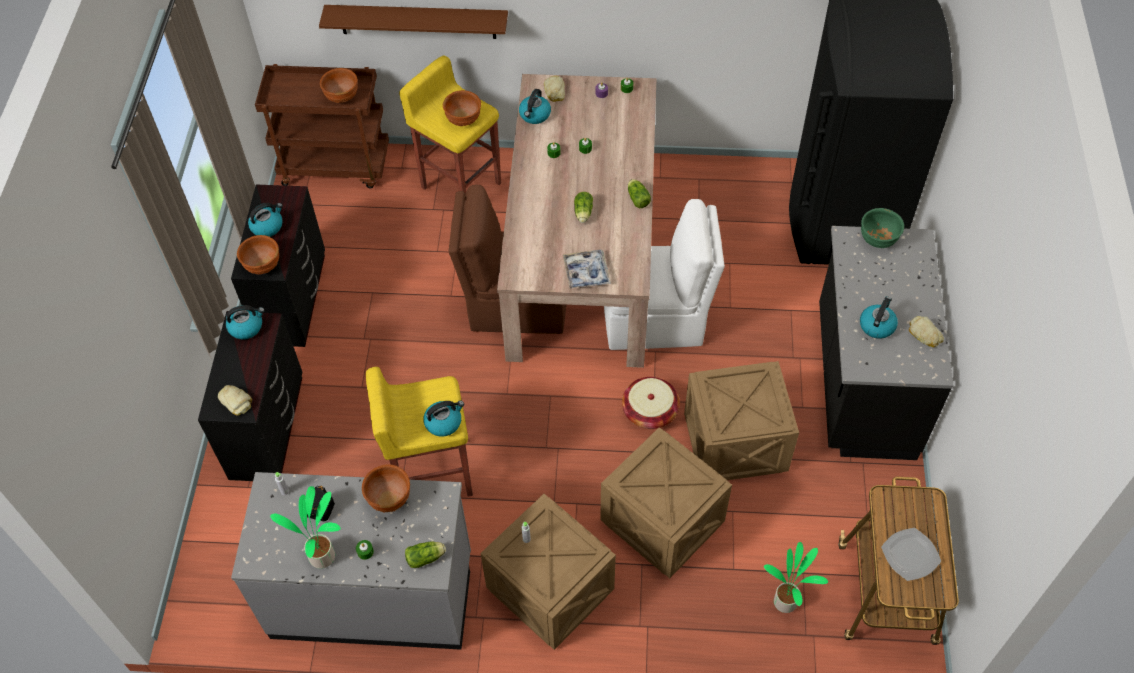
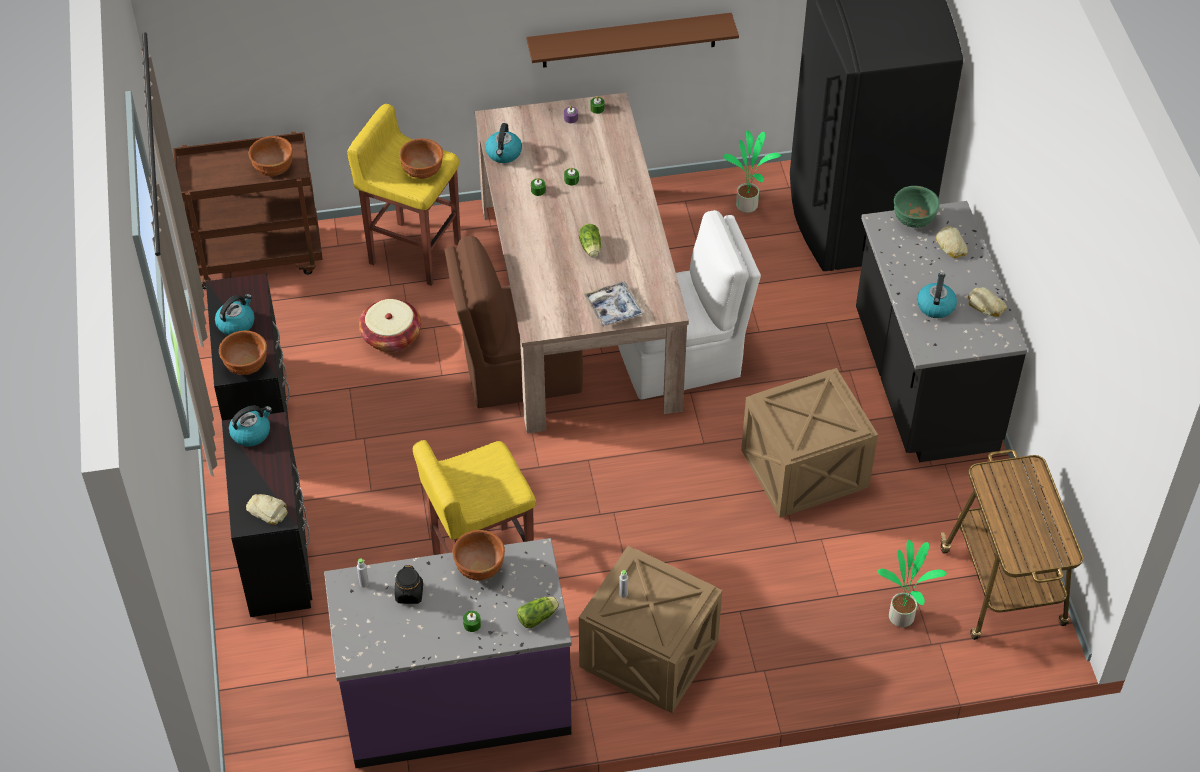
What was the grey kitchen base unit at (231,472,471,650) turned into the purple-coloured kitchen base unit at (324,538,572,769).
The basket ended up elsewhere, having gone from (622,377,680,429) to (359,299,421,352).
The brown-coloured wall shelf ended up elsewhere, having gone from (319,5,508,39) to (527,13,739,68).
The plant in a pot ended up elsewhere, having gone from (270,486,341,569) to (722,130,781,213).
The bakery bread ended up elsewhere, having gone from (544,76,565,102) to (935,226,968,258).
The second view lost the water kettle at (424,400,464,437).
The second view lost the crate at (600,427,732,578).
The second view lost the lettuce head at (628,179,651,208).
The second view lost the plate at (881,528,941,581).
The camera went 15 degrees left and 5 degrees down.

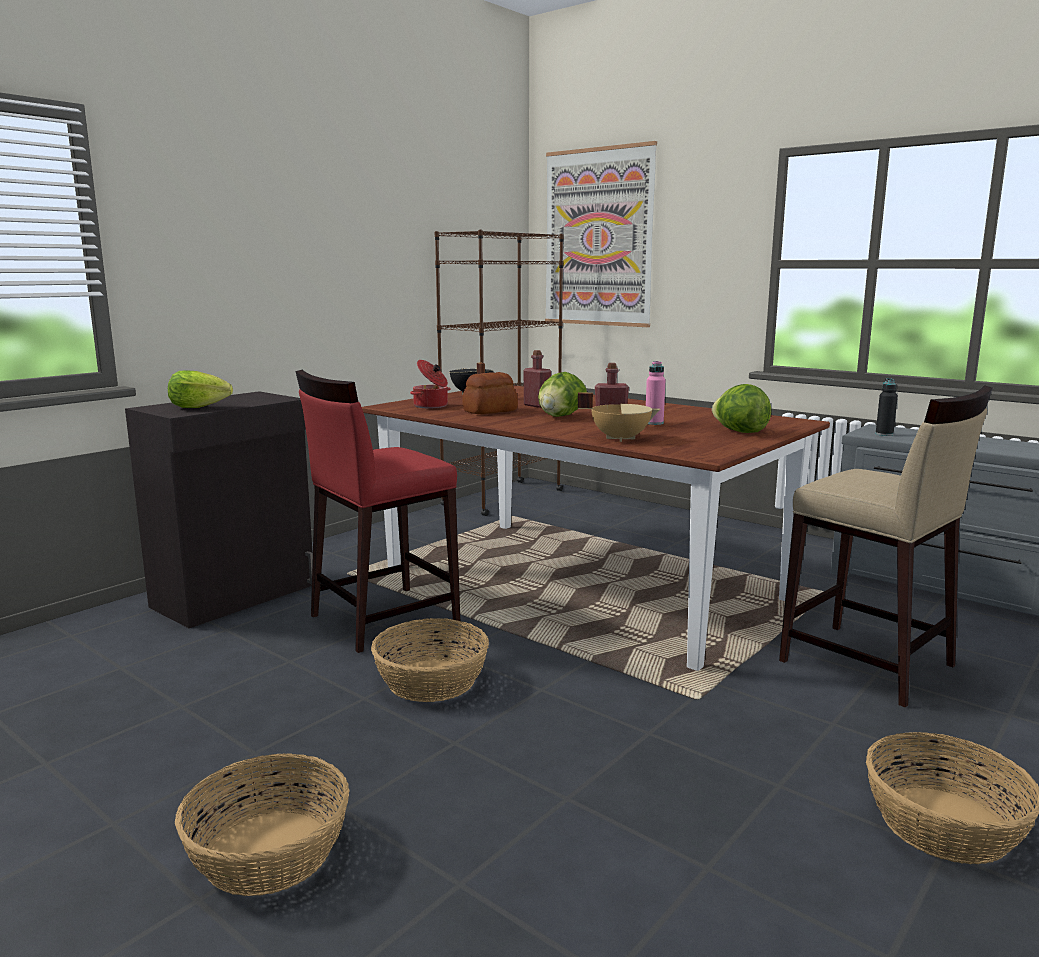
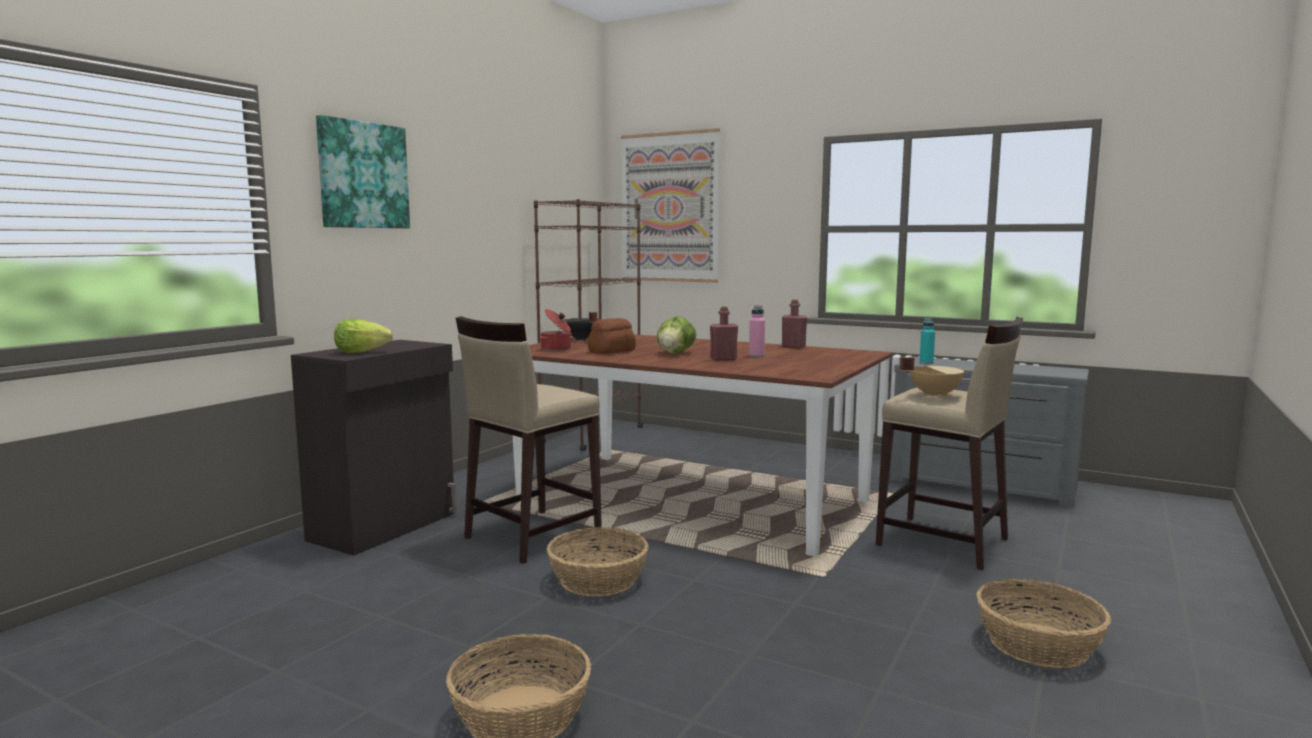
The second view gained the wall art at (316,115,410,228).
What was the red-coloured stool at (296,370,460,653) turned into the sand-coloured stool at (456,316,602,564).
The red-coloured beverage bottle ended up elsewhere, having gone from (523,350,551,408) to (782,300,807,348).
The sand-coloured saucepot ended up elsewhere, having gone from (578,392,661,442) to (899,357,968,398).
What was the black-coloured beverage bottle at (876,378,898,436) turned into the turquoise beverage bottle at (919,318,935,364).
The second view lost the lettuce head at (712,384,771,433).
The camera went 10 degrees left and 5 degrees down.

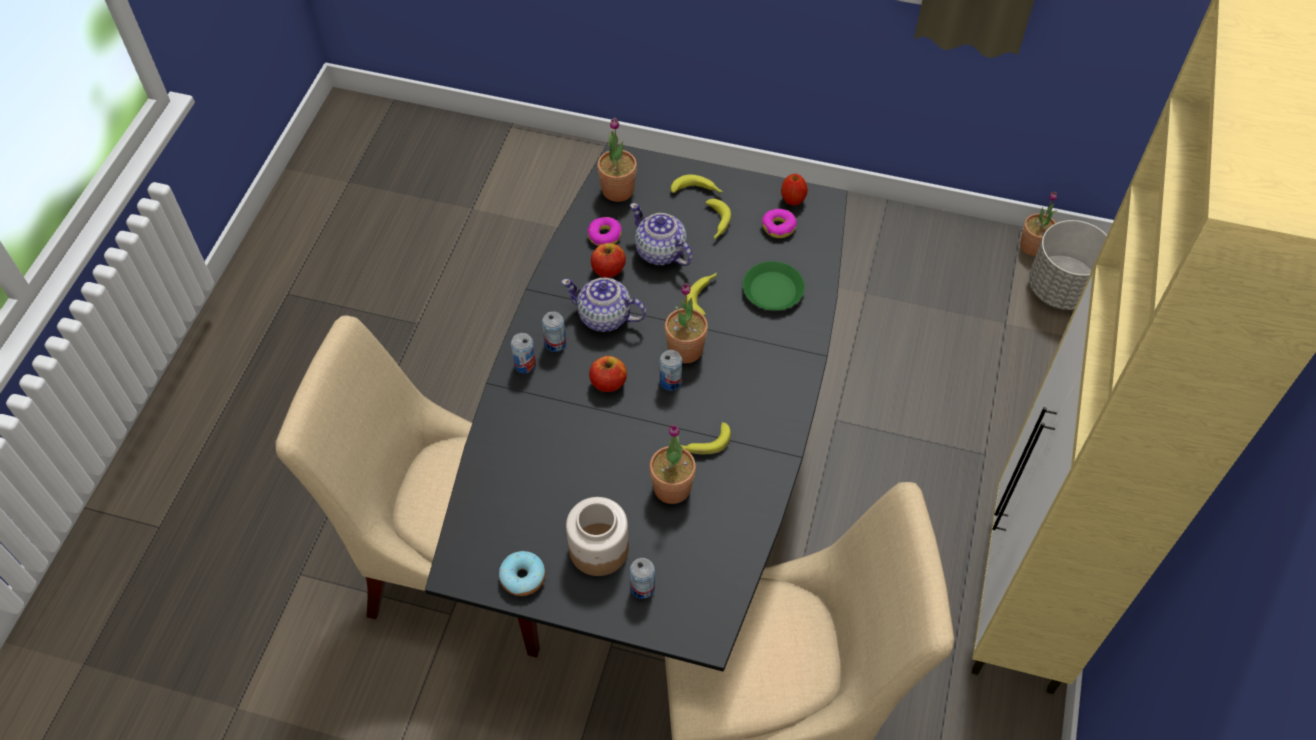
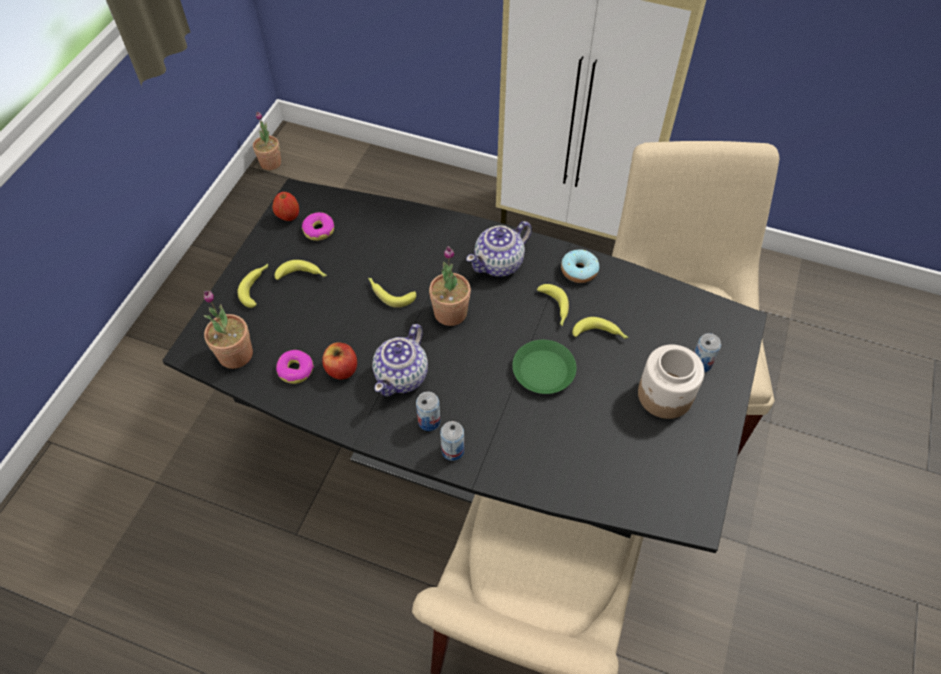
The tea pot ended up elsewhere, having gone from (630,203,693,266) to (466,221,532,277).
The green-coloured plate ended up elsewhere, having gone from (743,261,805,311) to (512,340,576,394).
The doughnut ended up elsewhere, having gone from (499,551,546,596) to (561,250,599,283).
Where the plant in a pot stood at (649,425,696,504), the whole banana came to stand at (572,317,629,339).
The second view lost the whole apple at (589,356,627,392).
The second view lost the can at (660,350,682,390).
The second view lost the grey flower pot at (1029,220,1107,310).
The camera went 85 degrees left and 0 degrees up.

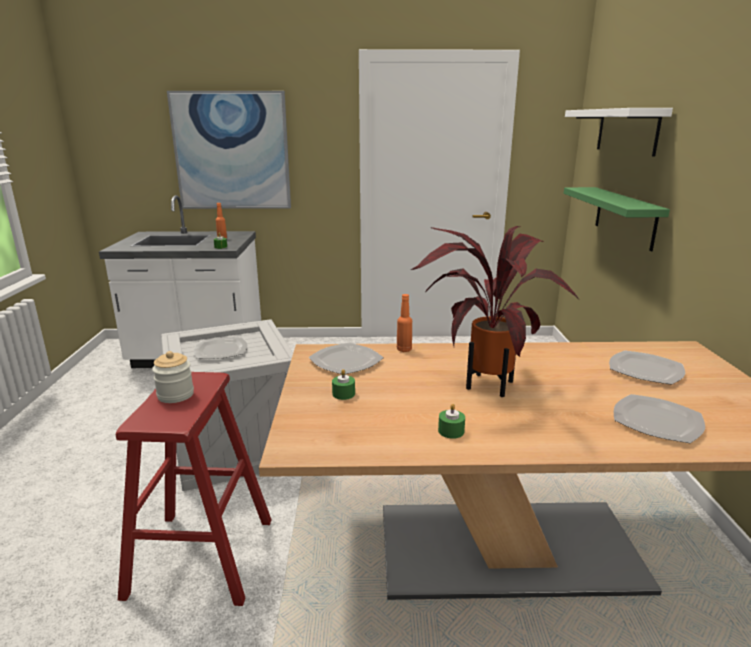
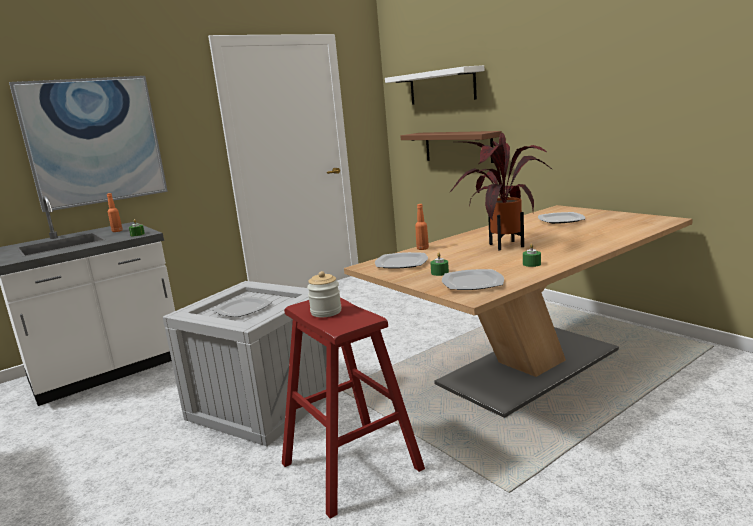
What was the green-coloured wall shelf at (564,187,670,251) turned into the brown-coloured wall shelf at (400,131,502,163).
The plate ended up elsewhere, having gone from (614,394,705,443) to (442,269,504,290).
The camera went 35 degrees left and 5 degrees down.

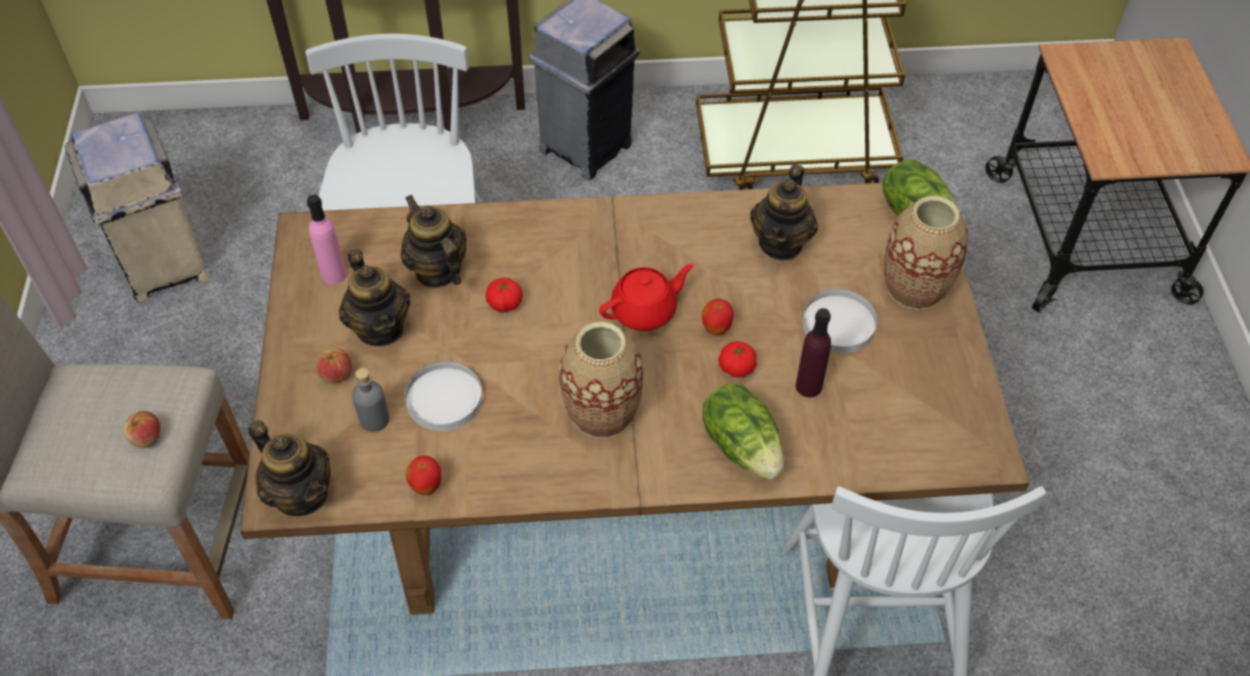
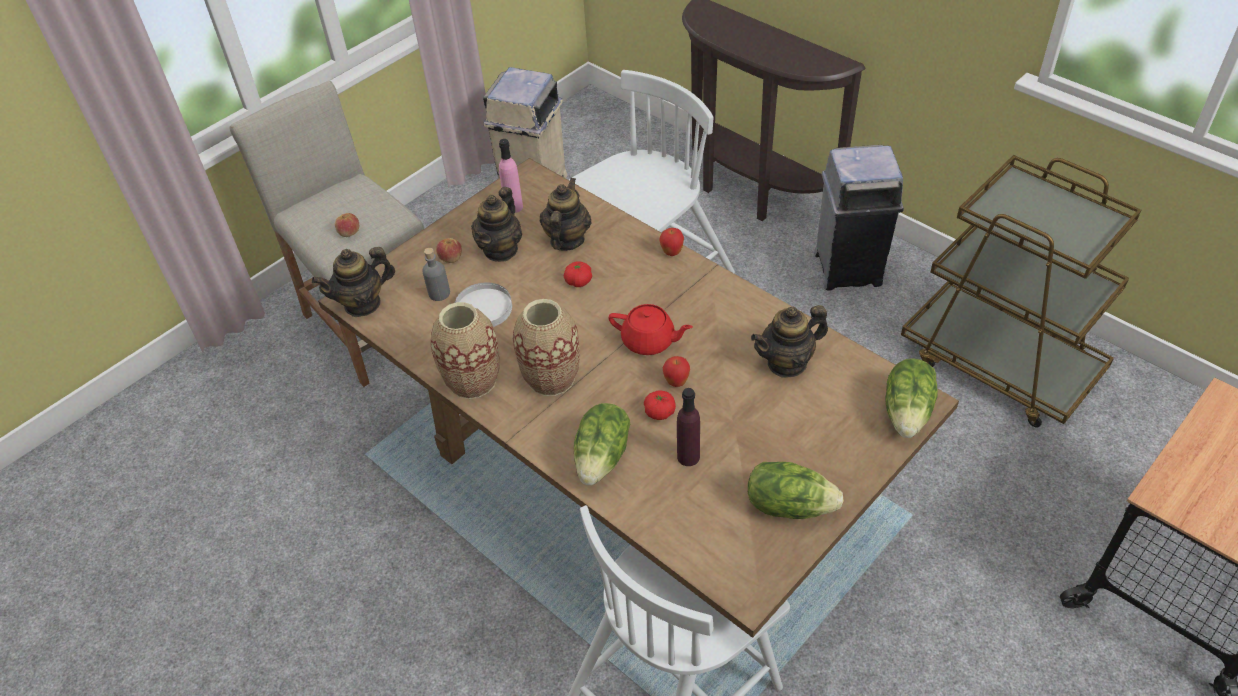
The tea pot at (248,420,331,516) ended up facing another way, 60 degrees clockwise from before.
The vase ended up elsewhere, having gone from (884,196,968,310) to (431,302,500,399).
The whole apple ended up elsewhere, having gone from (406,456,441,495) to (659,228,684,256).
The second view gained the lettuce head at (748,462,844,519).
The second view lost the whitish plate at (803,289,877,353).
The camera went 50 degrees right and 5 degrees down.

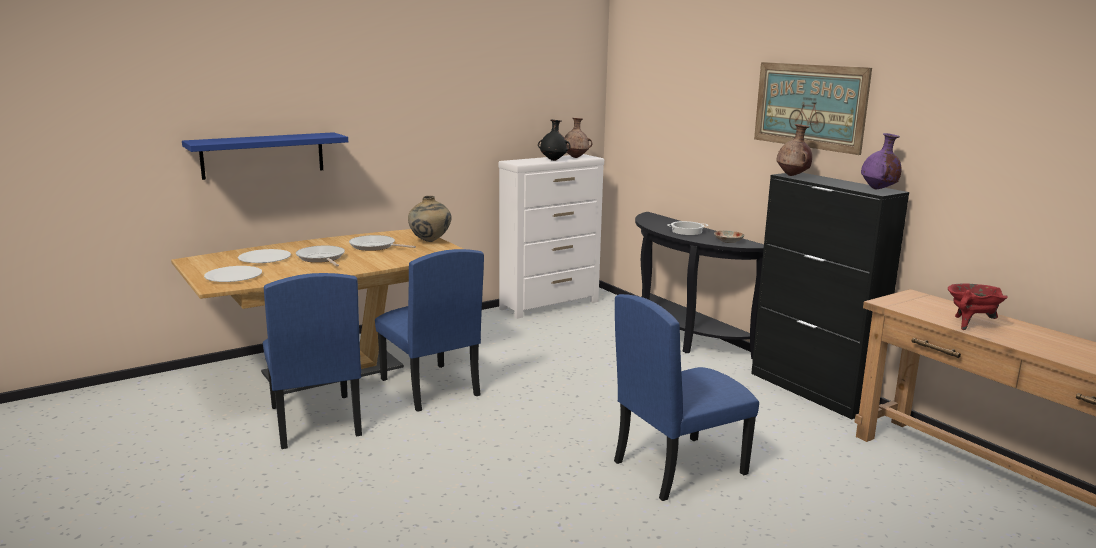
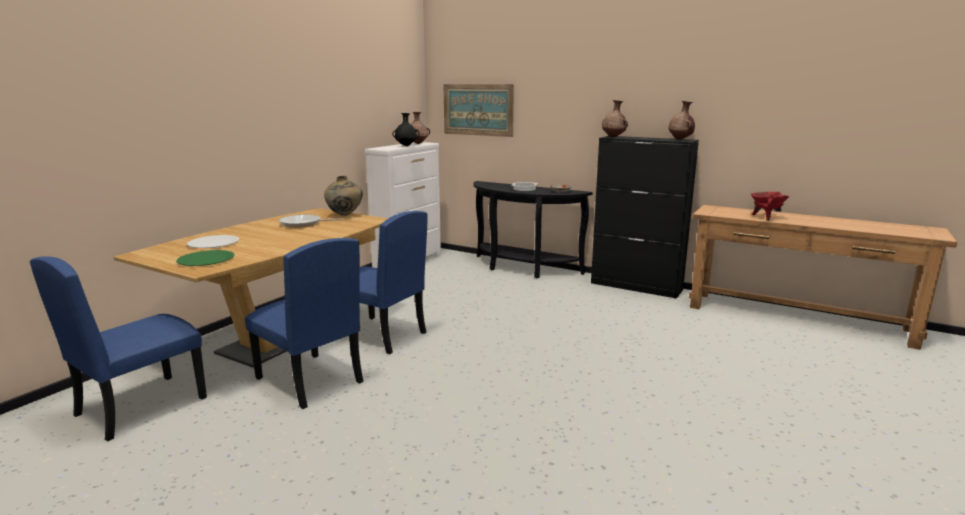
The bluish plain chair ended up elsewhere, having gone from (614,294,759,501) to (30,256,207,441).
What was the whitish plate at (204,266,262,282) turned into the green-coloured plate at (177,250,235,266).
The wall art ended up elsewhere, having gone from (754,62,872,155) to (444,84,514,137).
What was the purple-coloured vase at (861,133,902,189) turned into the brown-coloured vase at (668,101,695,140).
The second view lost the bluish wall shelf at (182,132,348,180).
The second view lost the skillet at (296,245,345,267).
The camera went 25 degrees left and 0 degrees up.

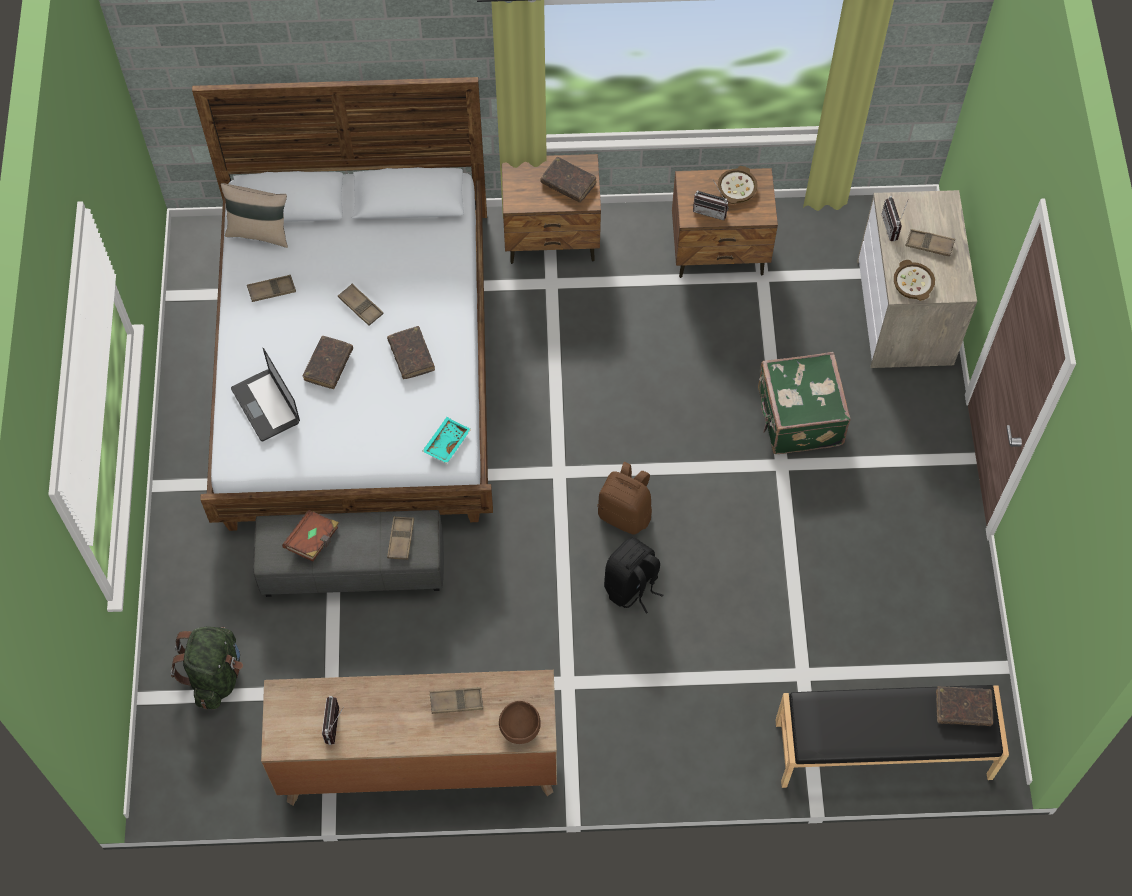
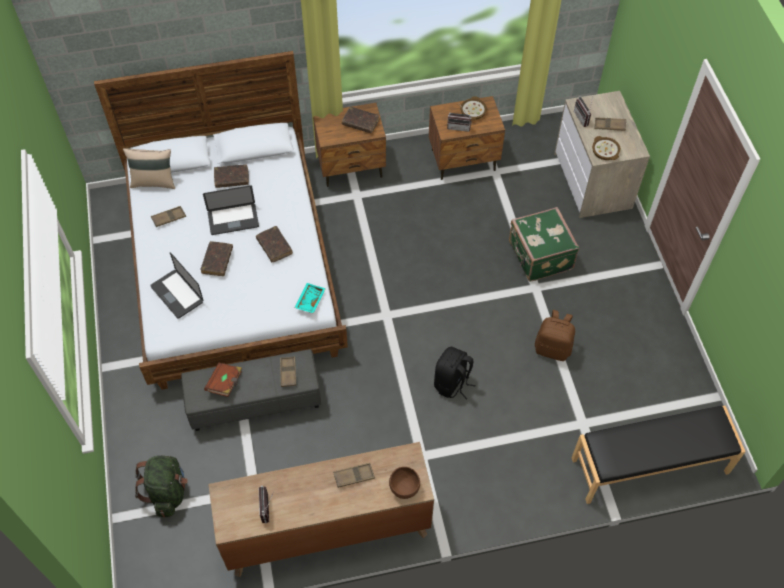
Where the brown-coloured serving tray stood at (338,284,383,326), the laptop came to stand at (203,185,259,235).
The brown-coloured bound book ended up elsewhere, having gone from (936,686,993,726) to (214,164,249,188).
The brown-coloured backpack ended up elsewhere, having gone from (597,462,652,535) to (535,310,575,361).
The camera went 10 degrees left and 5 degrees down.

